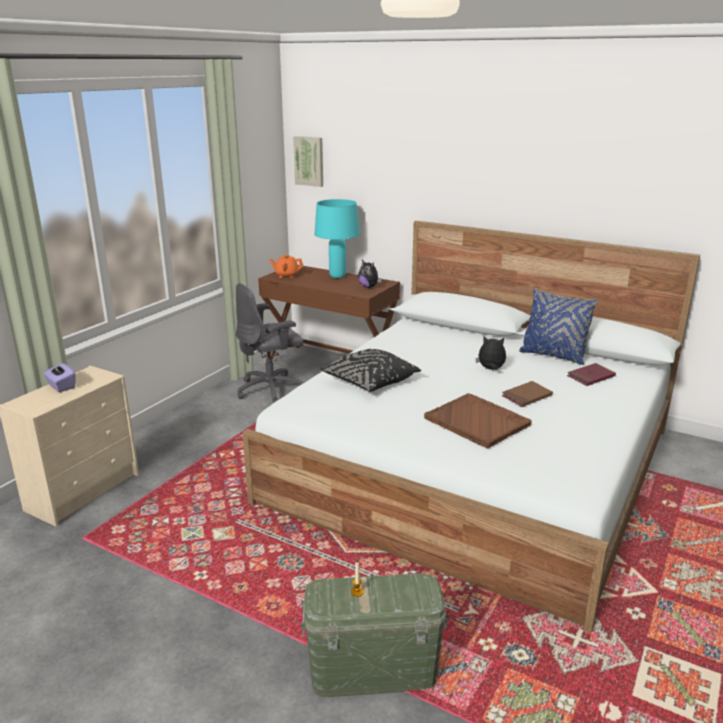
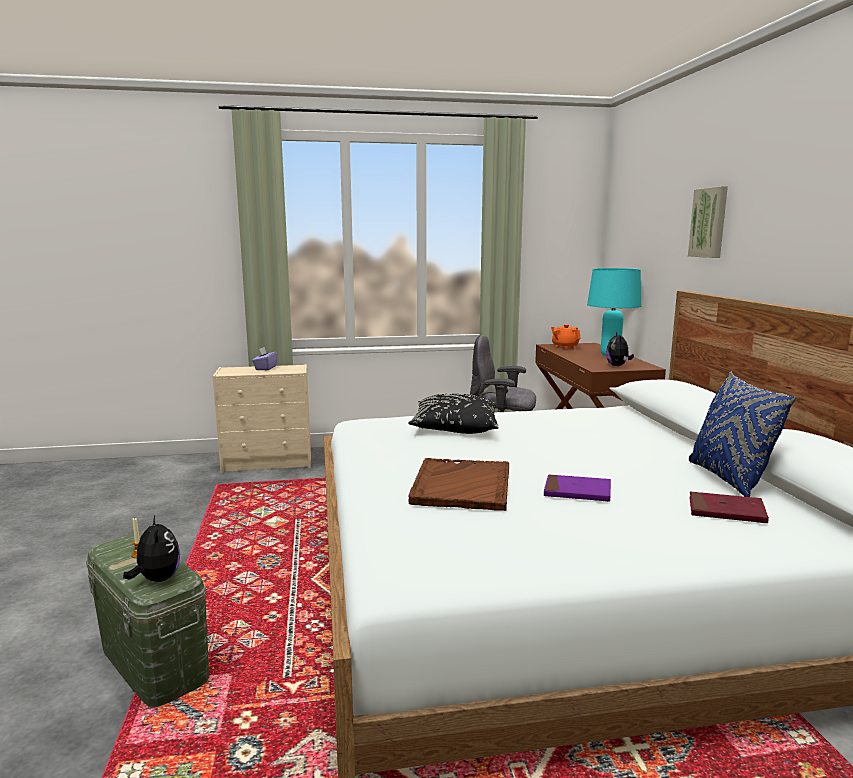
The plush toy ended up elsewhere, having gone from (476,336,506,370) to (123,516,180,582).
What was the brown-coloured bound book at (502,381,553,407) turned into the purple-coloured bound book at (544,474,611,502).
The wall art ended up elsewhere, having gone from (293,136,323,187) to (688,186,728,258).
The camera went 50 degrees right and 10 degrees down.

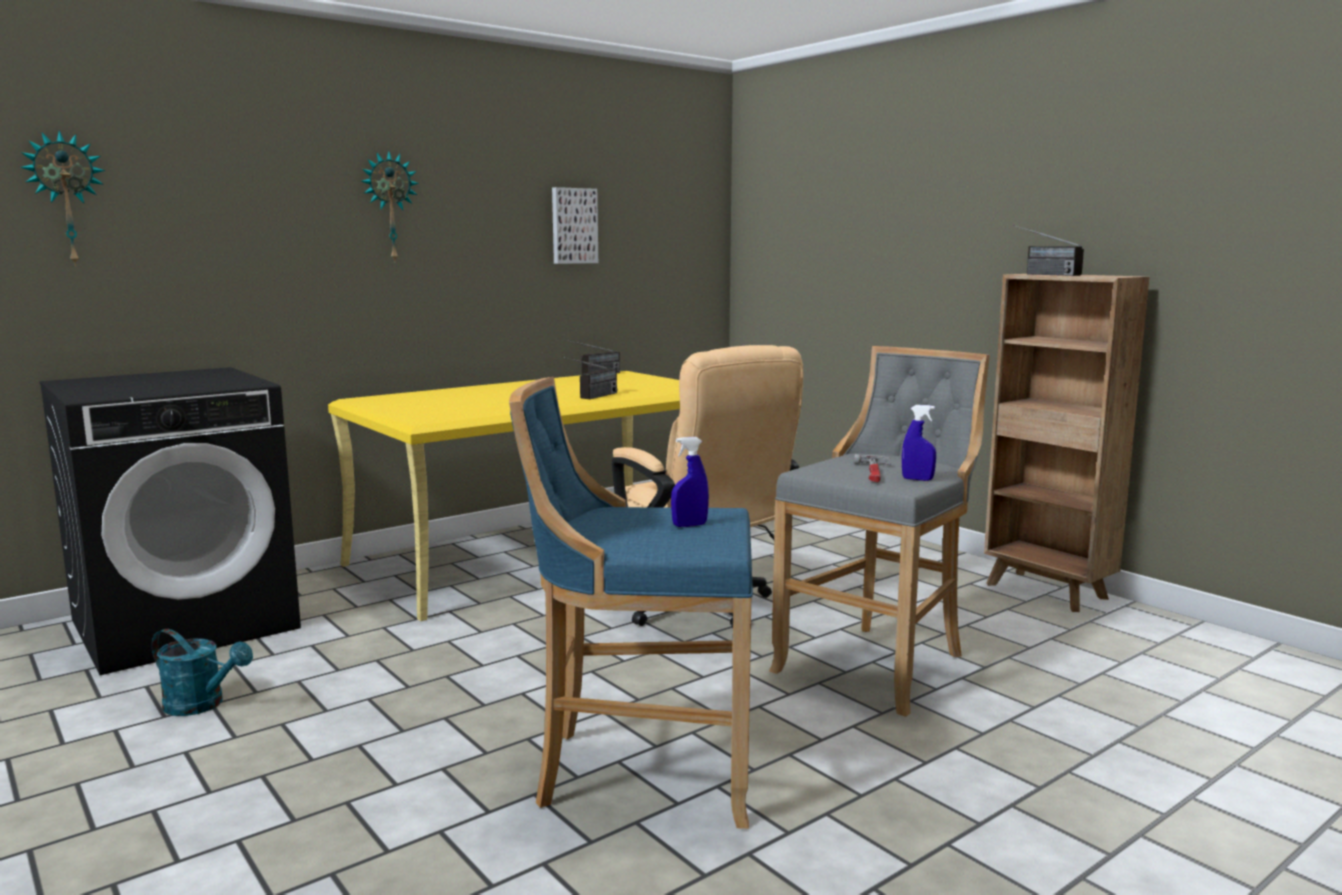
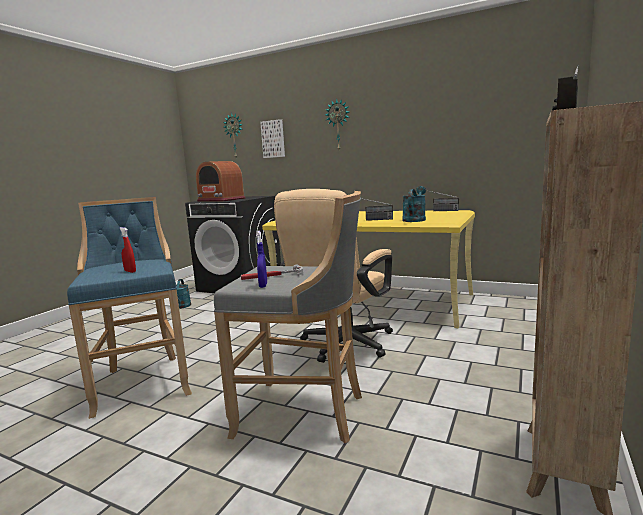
What was the bluish hand sprayer at (671,437,709,527) turned into the red-coloured hand sprayer at (119,227,136,273).
The second view gained the radio at (196,161,246,202).
The wall art ended up elsewhere, having gone from (552,187,598,264) to (260,119,285,158).
The second view gained the turquoise watering can at (402,186,426,222).
The camera went 65 degrees right and 0 degrees up.

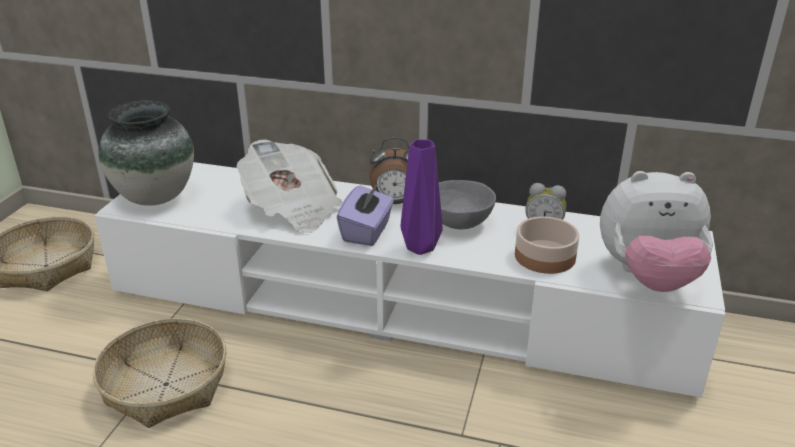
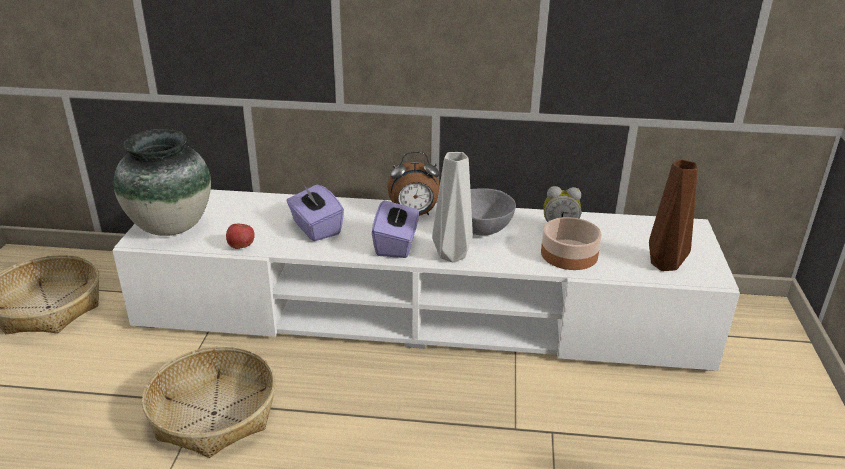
The second view gained the whole apple at (226,224,255,249).
Where the printed paper stood at (237,139,343,233), the purple-coloured box of tissues came to stand at (286,184,344,241).
What was the purple-coloured vase at (401,139,443,255) turned into the grey vase at (432,152,473,263).
Where the plush toy stood at (600,171,713,292), the brown-coloured vase came to stand at (649,159,698,271).
The camera went 10 degrees left and 0 degrees up.

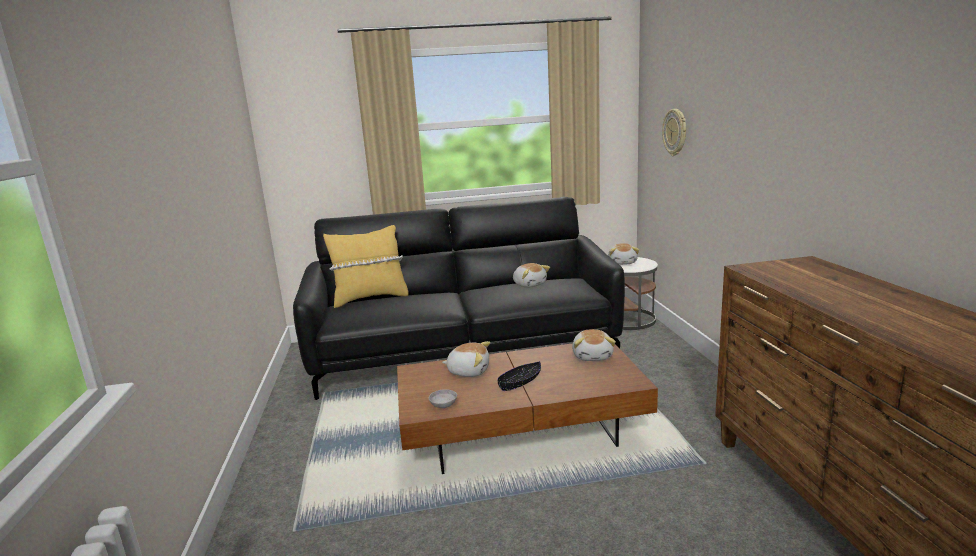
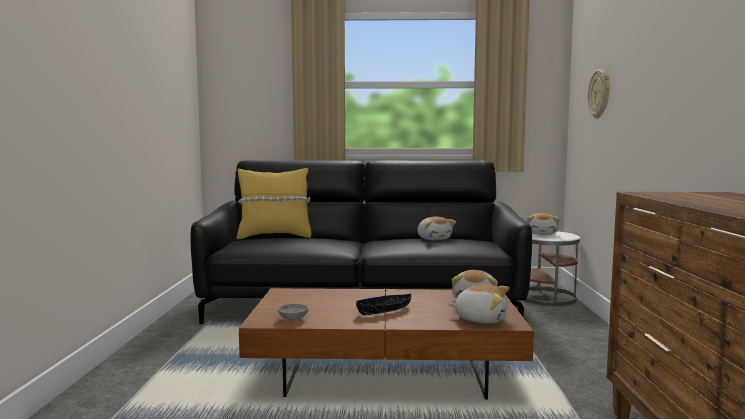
The plush toy ended up elsewhere, having gone from (442,341,490,377) to (449,284,509,324).
The camera went 10 degrees right and 10 degrees down.

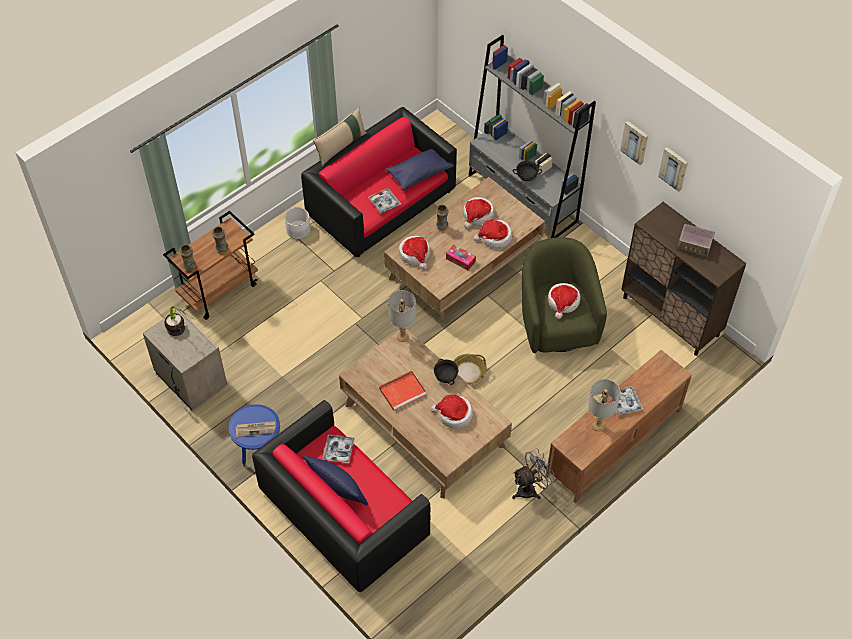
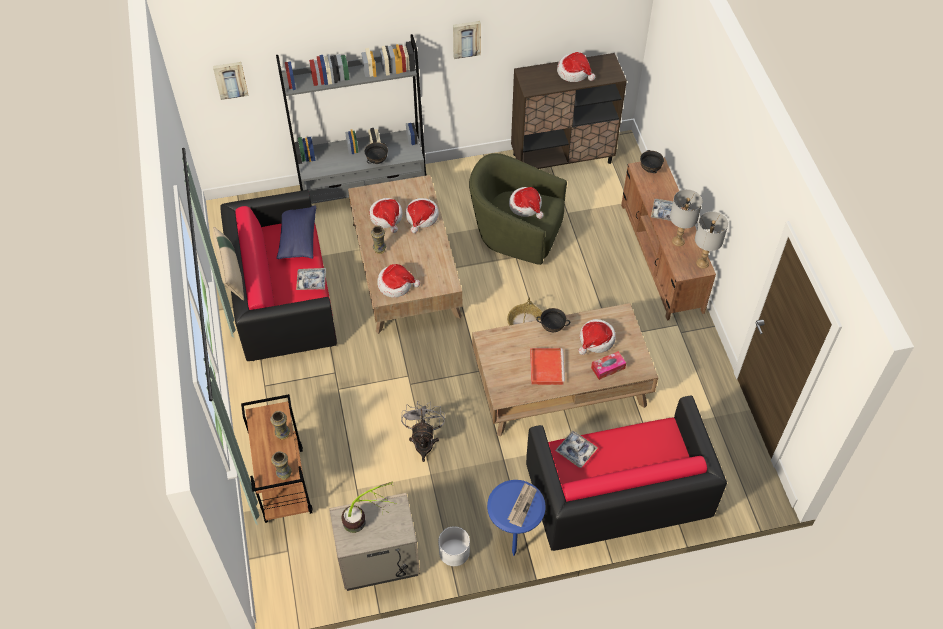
The wall art ended up elsewhere, having gone from (658,147,688,192) to (213,62,248,100).
The grey electric fan ended up elsewhere, having gone from (512,448,555,499) to (401,401,445,462).
The whitish flower pot ended up elsewhere, having gone from (285,207,311,239) to (438,526,470,566).
Where the radio stood at (677,224,715,257), the clothing hat came to stand at (557,52,595,82).
The box of tissues ended up elsewhere, having gone from (446,245,476,271) to (591,351,626,380).
The second view gained the black-coloured serving bowl at (640,150,664,173).
The grey tabletop lamp ended up elsewhere, having gone from (388,290,416,342) to (695,211,728,268).
The second view lost the bluish pillow at (303,455,368,505).
The camera went 60 degrees left and 0 degrees up.

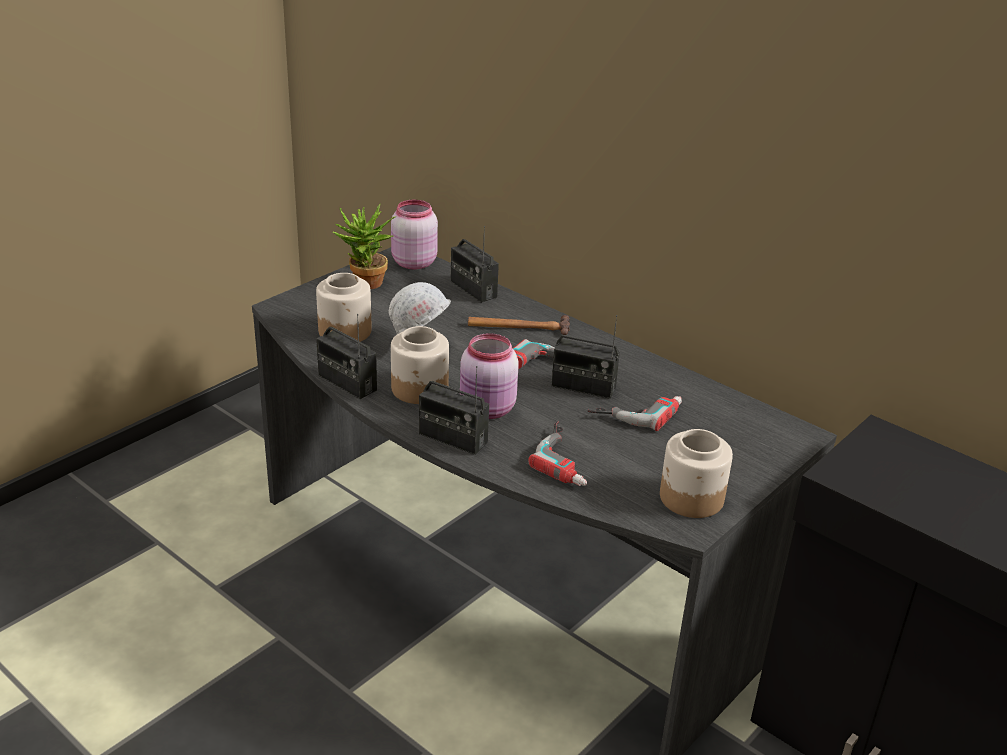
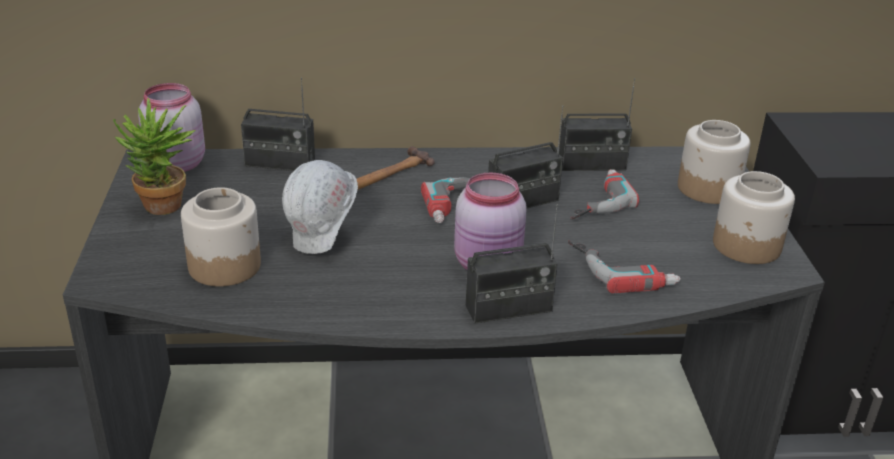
The radio ended up elsewhere, having gone from (316,314,377,399) to (559,78,635,171).
The storage jar ended up elsewhere, having gone from (391,326,449,404) to (678,120,751,204).
The camera went 45 degrees left and 0 degrees up.

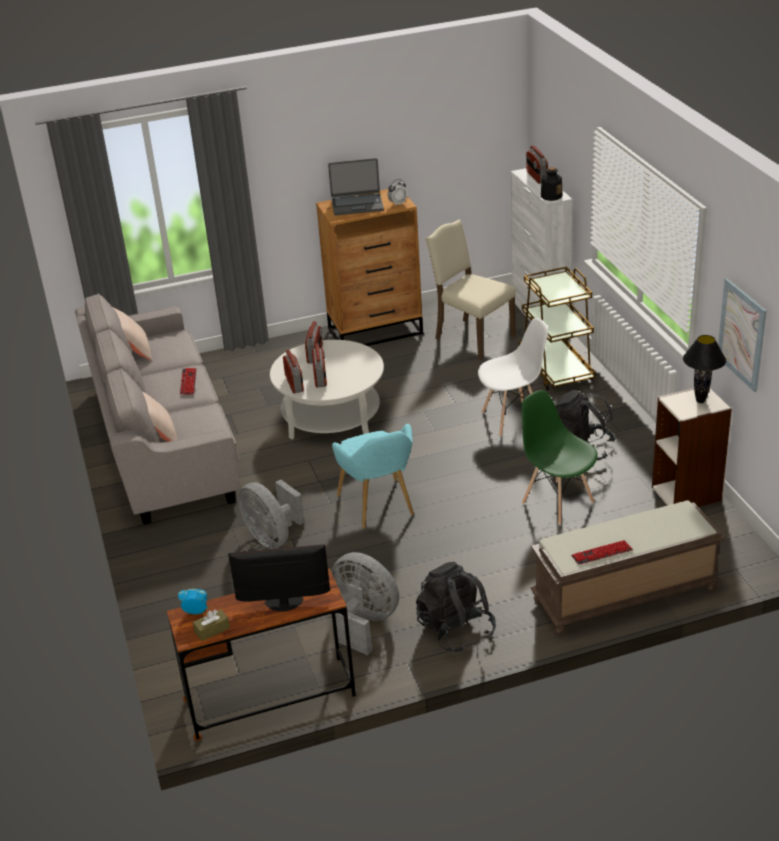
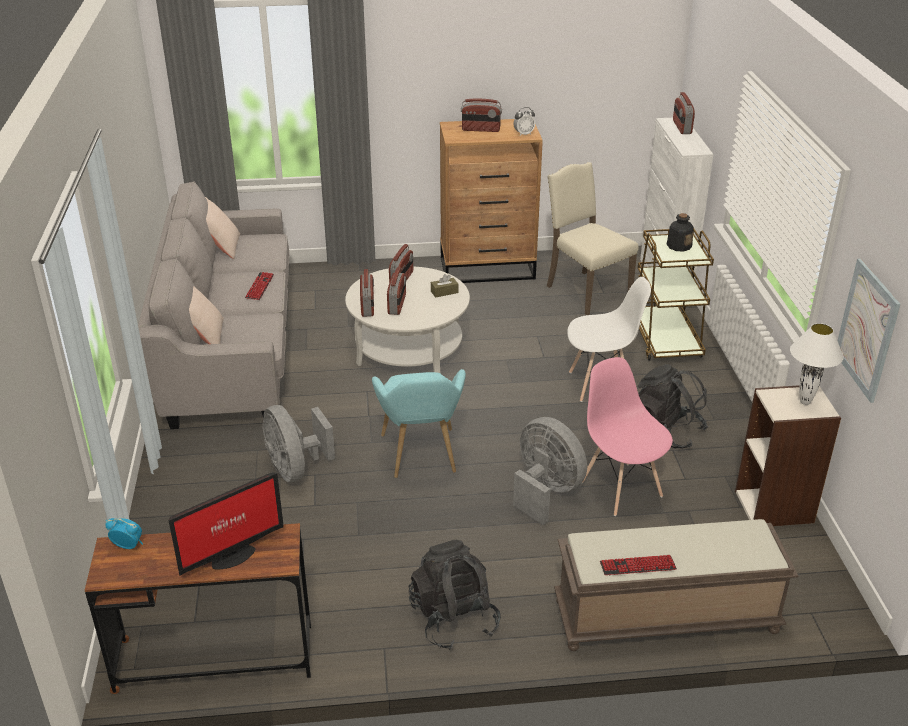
The monitor at (228,544,330,612) ended up facing another way, 135 degrees clockwise from before.
The brown-coloured box of tissues ended up elsewhere, having gone from (193,609,230,641) to (431,274,458,298).
Where the laptop stood at (328,158,384,216), the radio came to stand at (461,99,502,132).
The grey electric fan ended up elsewhere, having gone from (332,552,399,655) to (513,417,587,525).
What was the green-coloured plain chair at (521,390,598,525) turned into the pinkish plain chair at (582,357,673,516).
The beverage bottle ended up elsewhere, having gone from (541,167,563,201) to (667,213,694,252).
What was the black-coloured tabletop lamp at (683,335,726,403) turned into the whitish tabletop lamp at (790,323,844,405).
The camera went 10 degrees right and 0 degrees up.

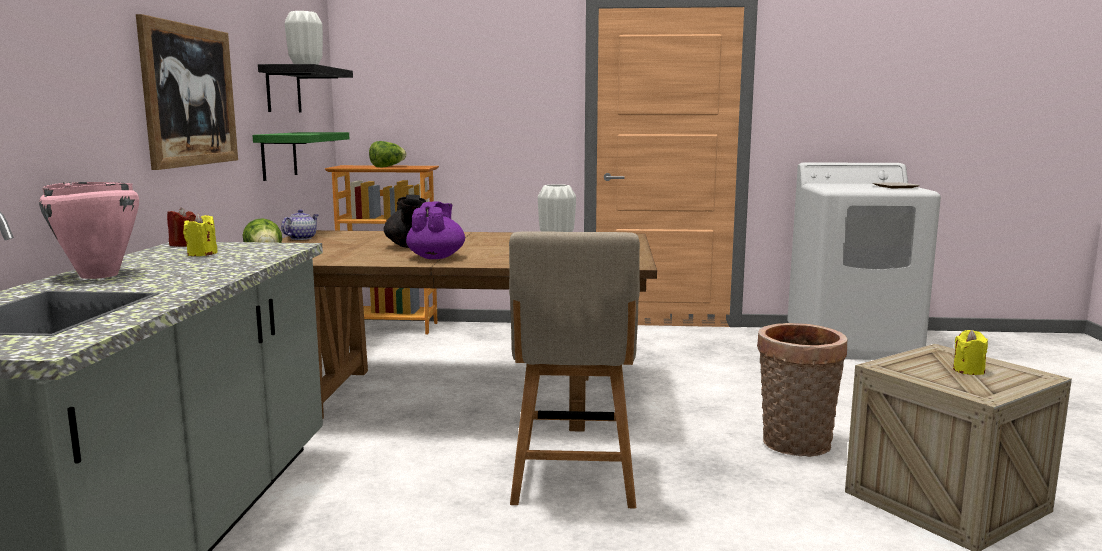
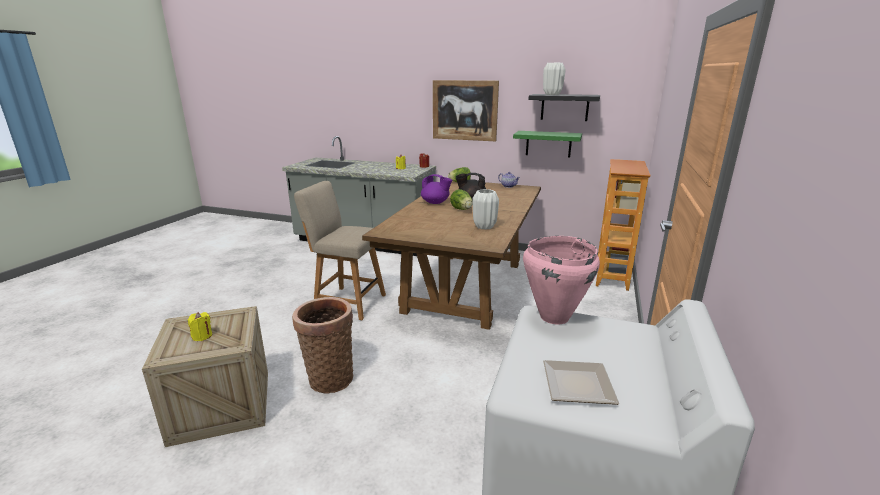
The lettuce head ended up elsewhere, having gone from (369,141,407,167) to (450,189,473,210).
The pinkish saucepot ended up elsewhere, having gone from (39,182,139,279) to (523,236,600,324).
The camera went 105 degrees right and 10 degrees up.

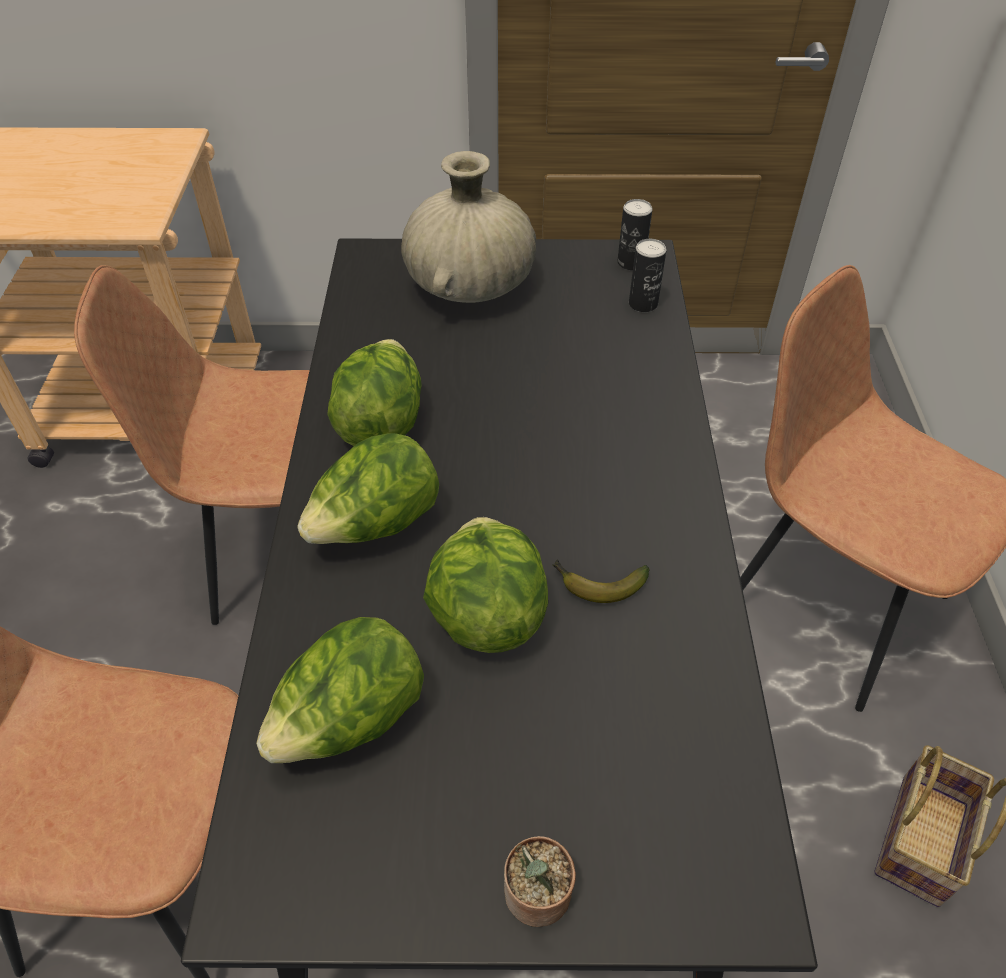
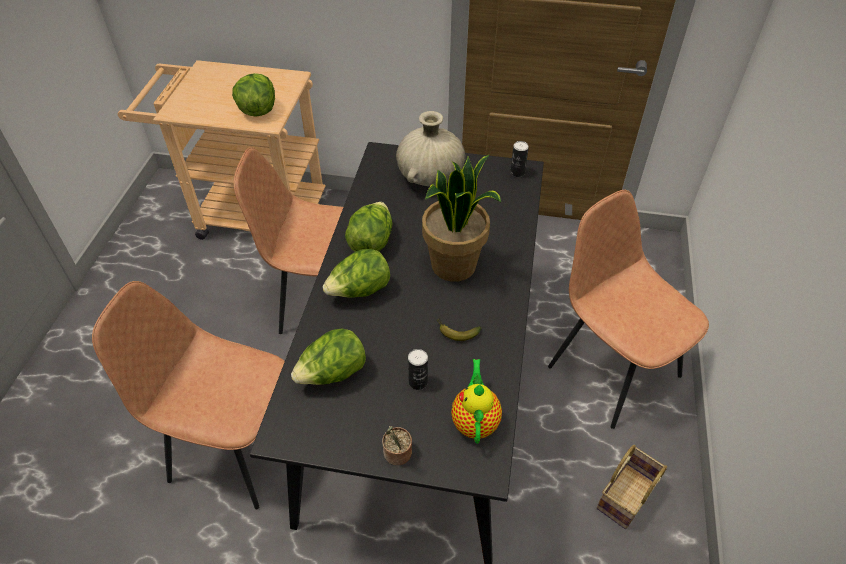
The lettuce head ended up elsewhere, having gone from (423,517,548,653) to (232,73,275,116).
The can ended up elsewhere, having gone from (629,239,666,312) to (408,349,428,390).
The second view gained the plant in a pot at (422,155,501,282).
The second view gained the tea pot at (451,359,502,444).
The camera went 10 degrees right and 0 degrees up.

